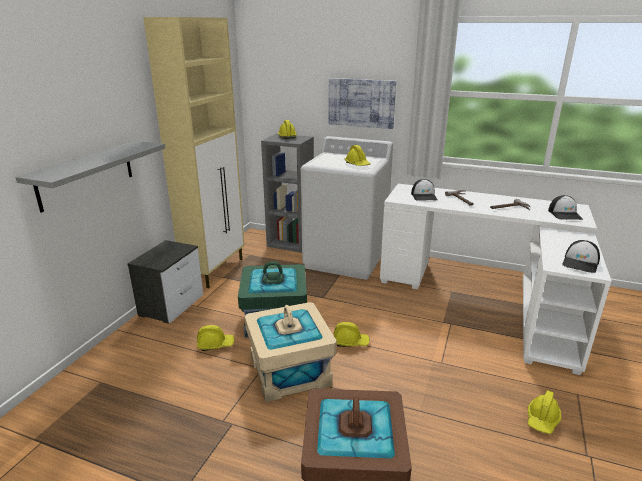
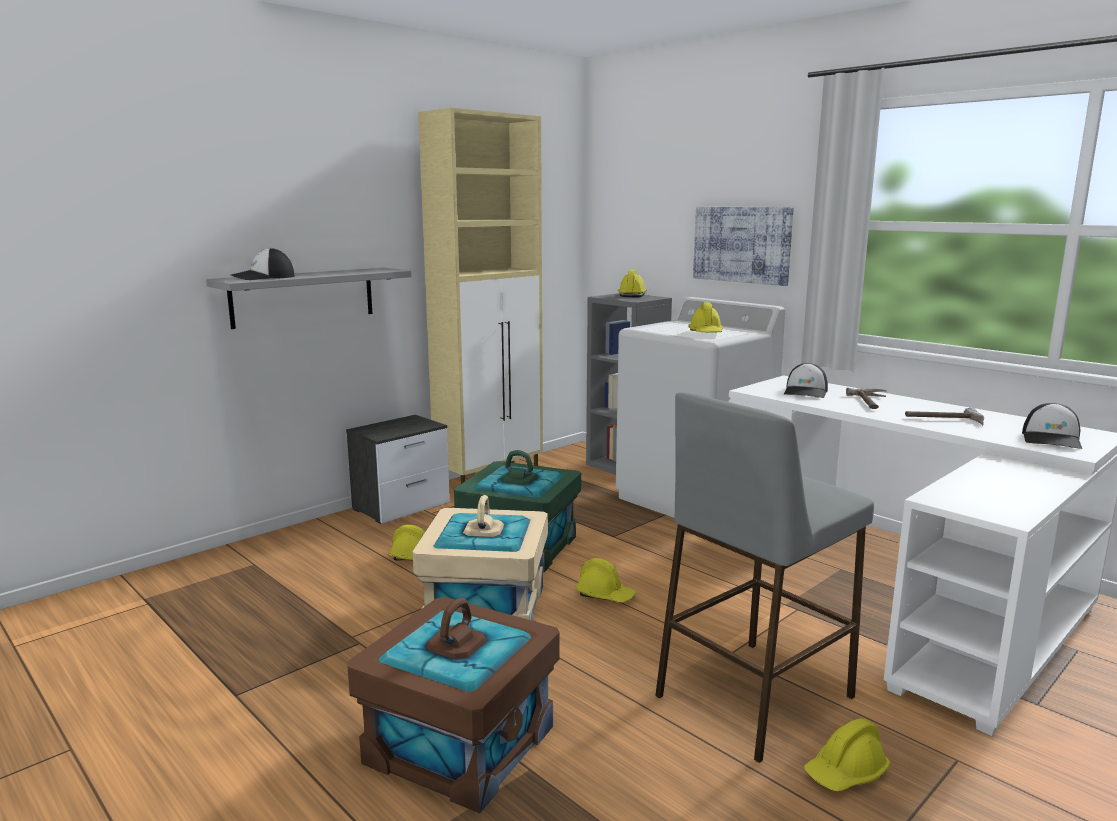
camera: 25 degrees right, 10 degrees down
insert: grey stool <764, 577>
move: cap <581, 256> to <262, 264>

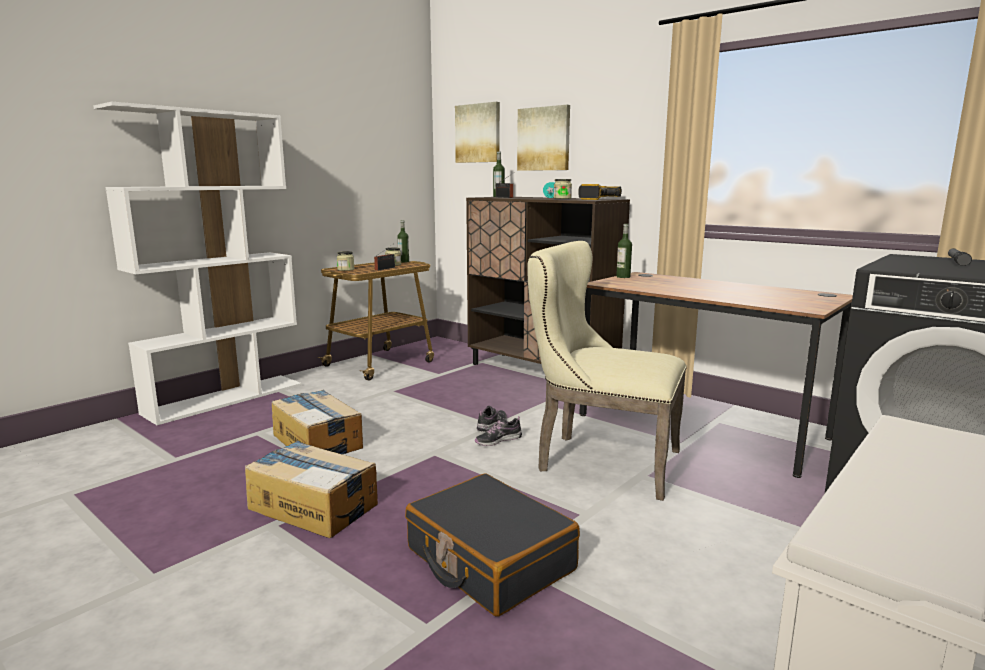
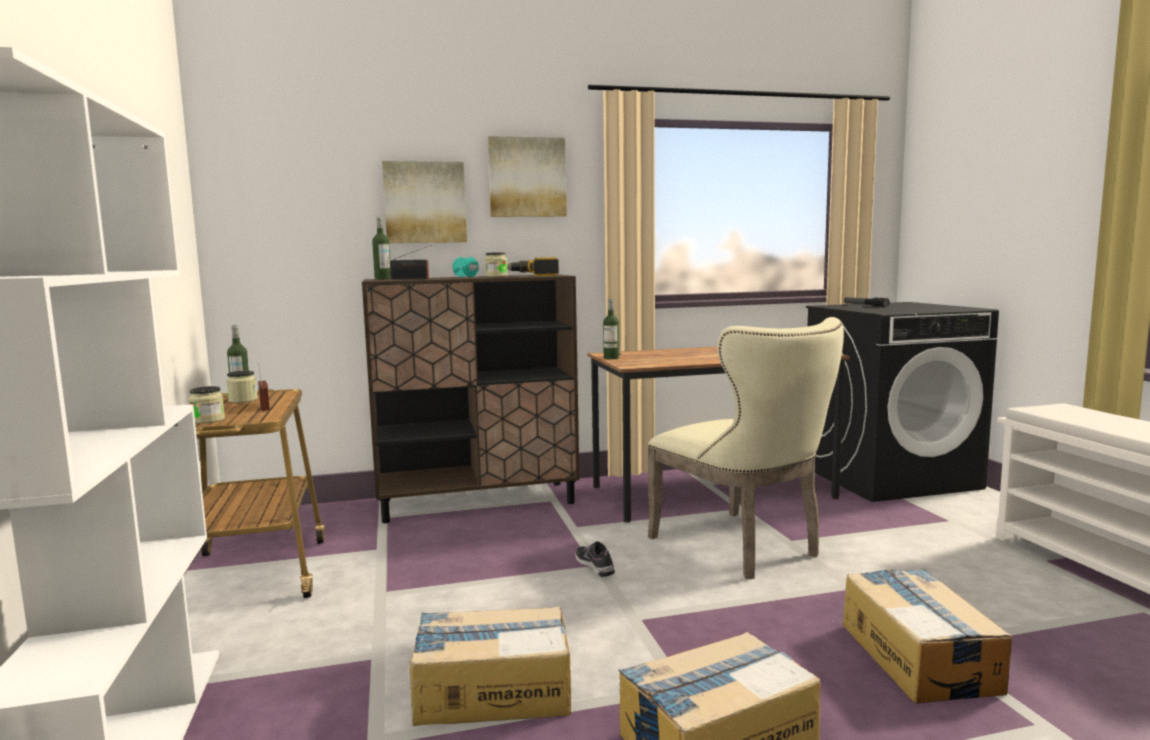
camera: 55 degrees left, 5 degrees down
delete: shoe <498, 431>
move: picture <477, 132> to <527, 176>
replace: black suitcase <492, 545> to cardboard box <927, 636>
rotate: beige chair <607, 371> = <746, 448> 90 degrees counterclockwise

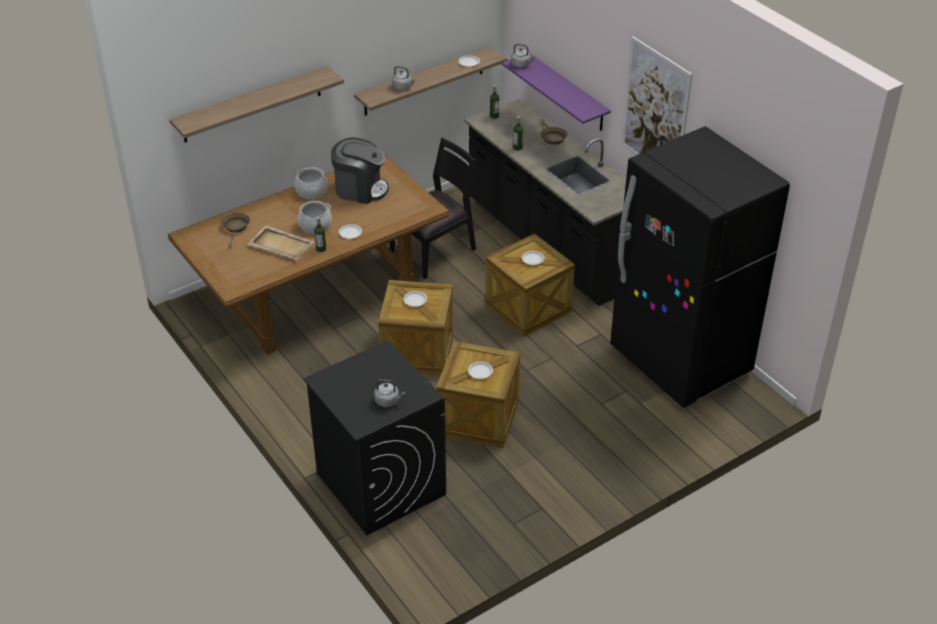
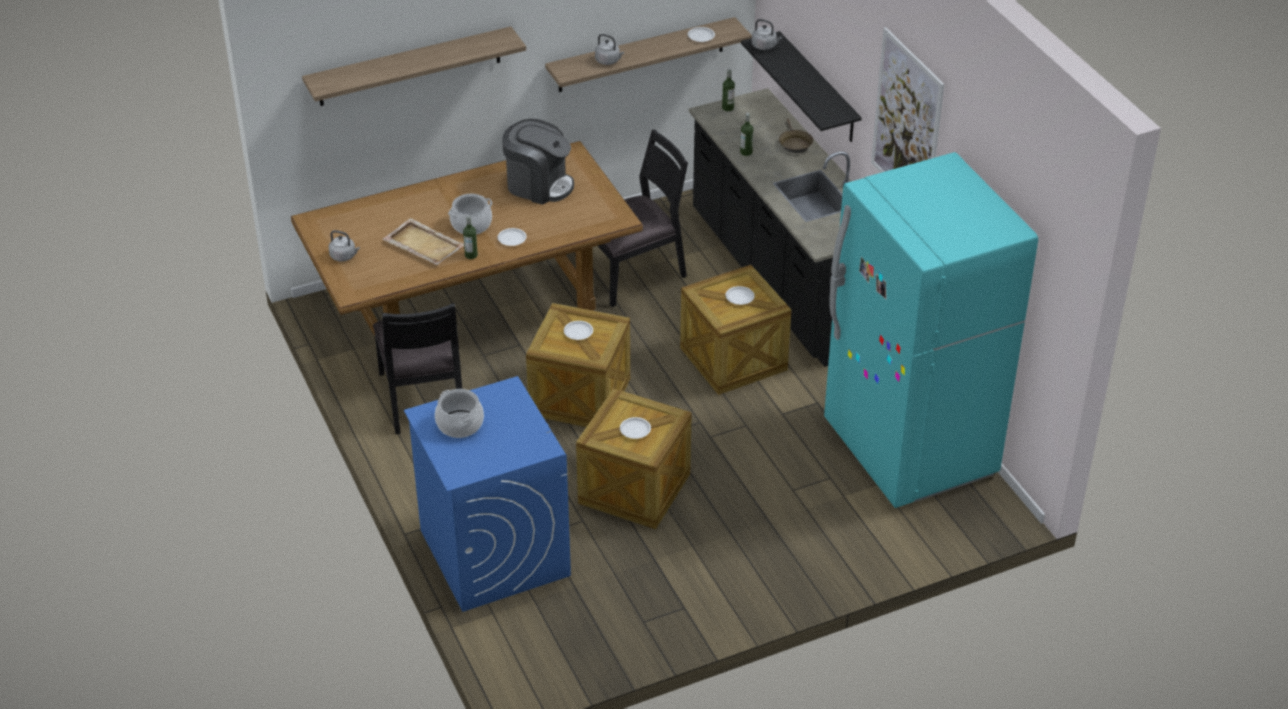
camera: 10 degrees right, 0 degrees up
delete: brown frying pan <235, 230>
insert: black chair <417, 368>
move: grey kettle <389, 393> to <344, 246>; cooking pot <311, 183> to <459, 413>
recolor: black washing machine <374, 437> to blue washing machine <487, 494>; purple shelf <556, 92> to black shelf <801, 86>; black fridge <700, 267> to turquoise fridge <931, 330>

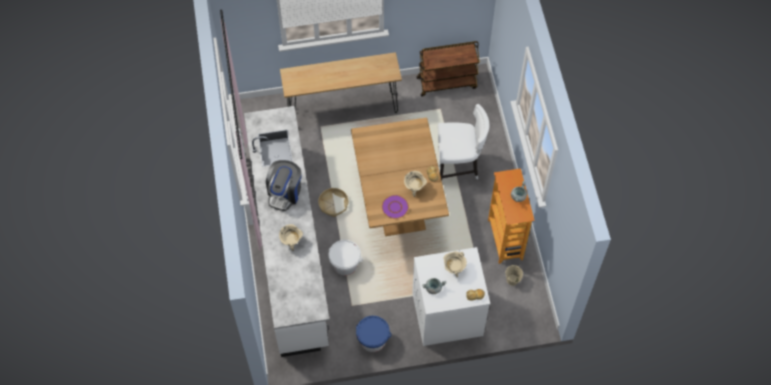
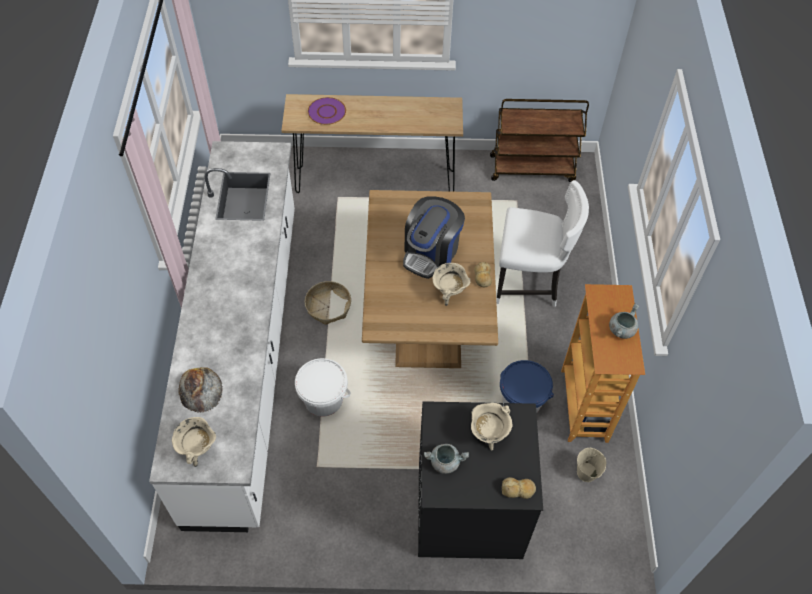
camera: 10 degrees right, 5 degrees down
insert: bread <200, 390>
move: beige cooking pot <291, 237> to <194, 442>; purple plate <395, 207> to <327, 111>; coffee machine <284, 185> to <434, 237>; blue bucket <374, 334> to <527, 386>
recolor: white washing machine <451, 296> to black washing machine <480, 480>

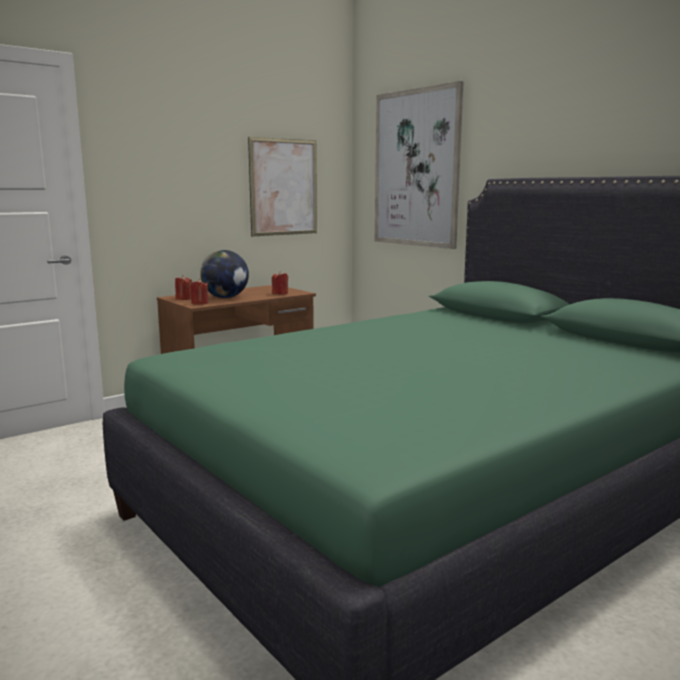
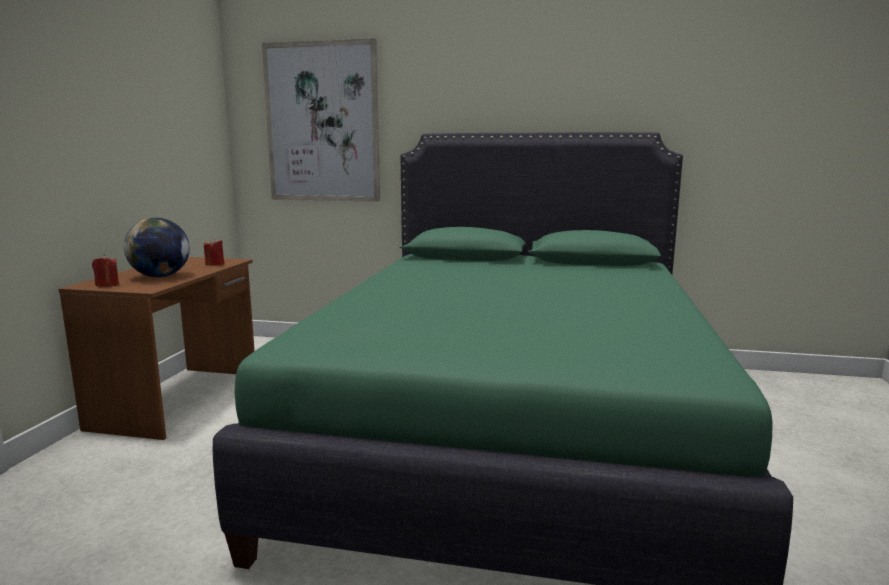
camera: 40 degrees left, 0 degrees up
delete: red candle <199, 292>; picture <282, 186>

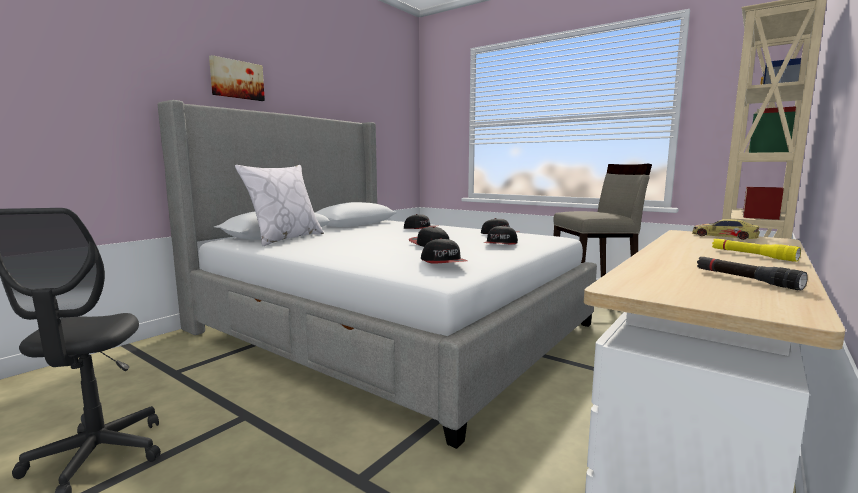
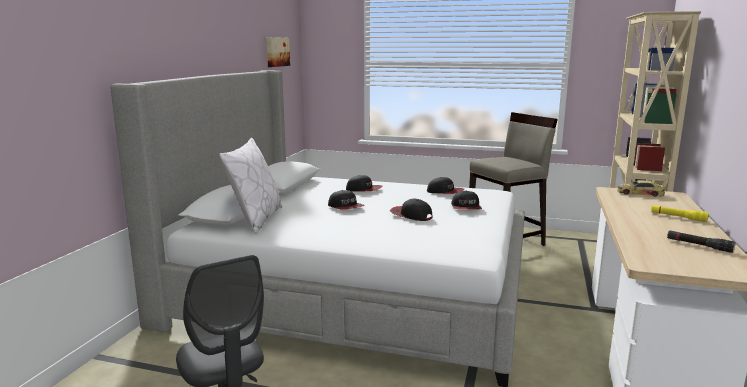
camera: 20 degrees left, 5 degrees up
move: picture <237, 78> to <278, 52>; cap <444, 251> to <346, 200>

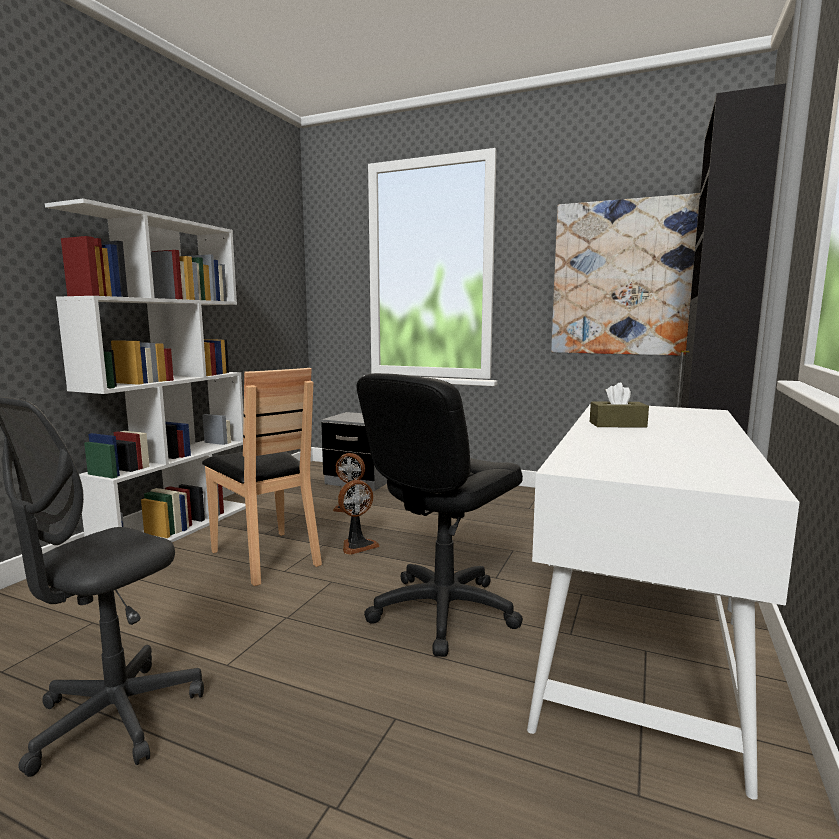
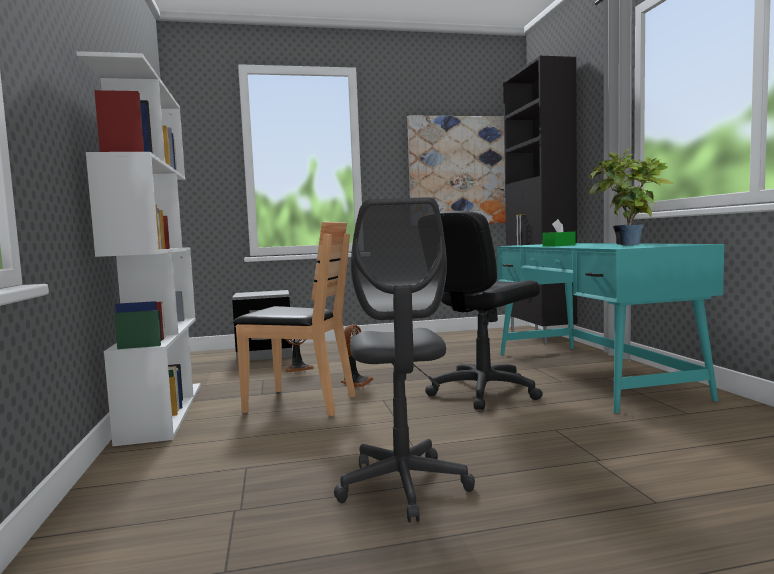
camera: 35 degrees left, 5 degrees down
insert: potted plant <631, 196>
recolor: white desk <663, 602> to turquoise desk <610, 328>; brown tissue box <619, 405> to green tissue box <559, 233>
rotate: black office chair <440, 515> = <484, 310> 45 degrees clockwise

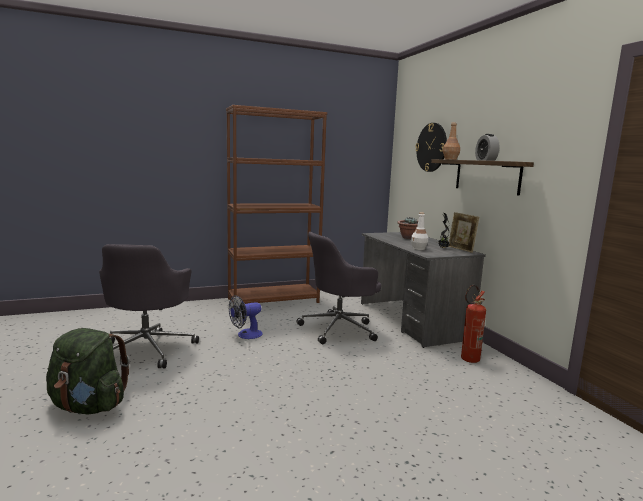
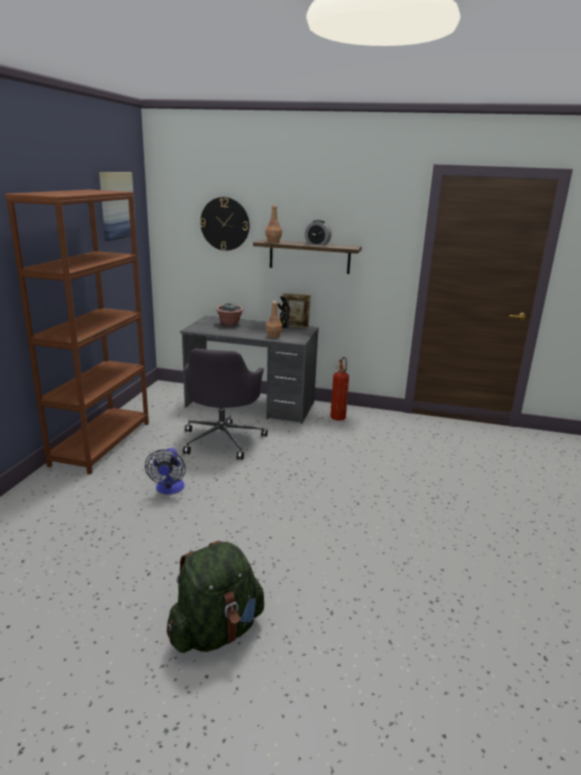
camera: 55 degrees left, 10 degrees up
delete: grey office chair <149, 306>
insert: picture <117, 206>
recolor: white bottle <419, 231> to brown bottle <274, 319>

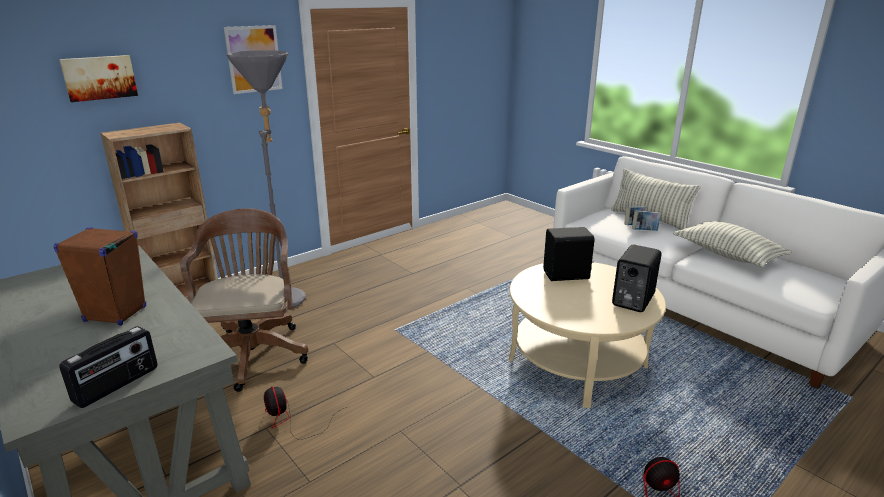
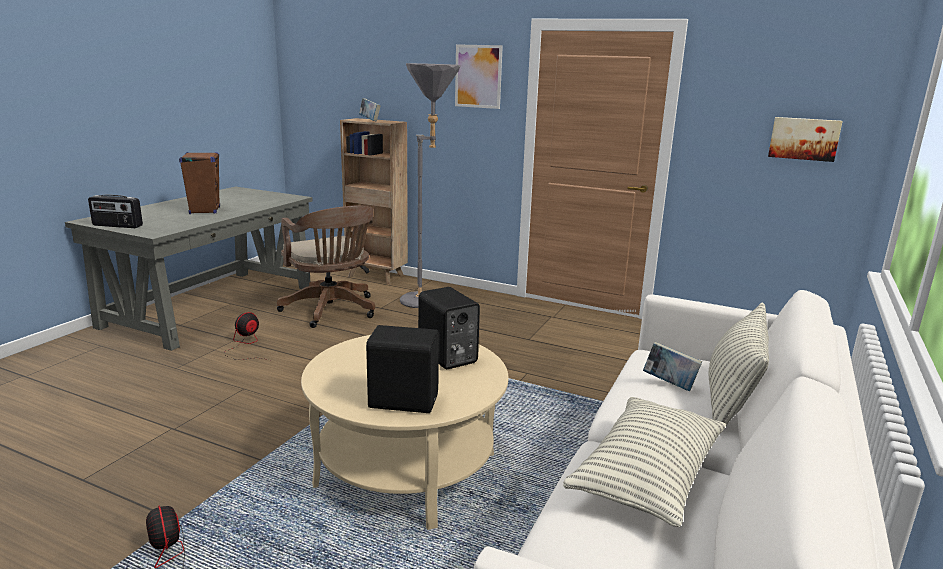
camera: 65 degrees right, 5 degrees down
move: book <646, 221> to <370, 109>; picture <98, 78> to <805, 139>
rotate: brown office chair <244, 300> = <326, 266> 90 degrees clockwise

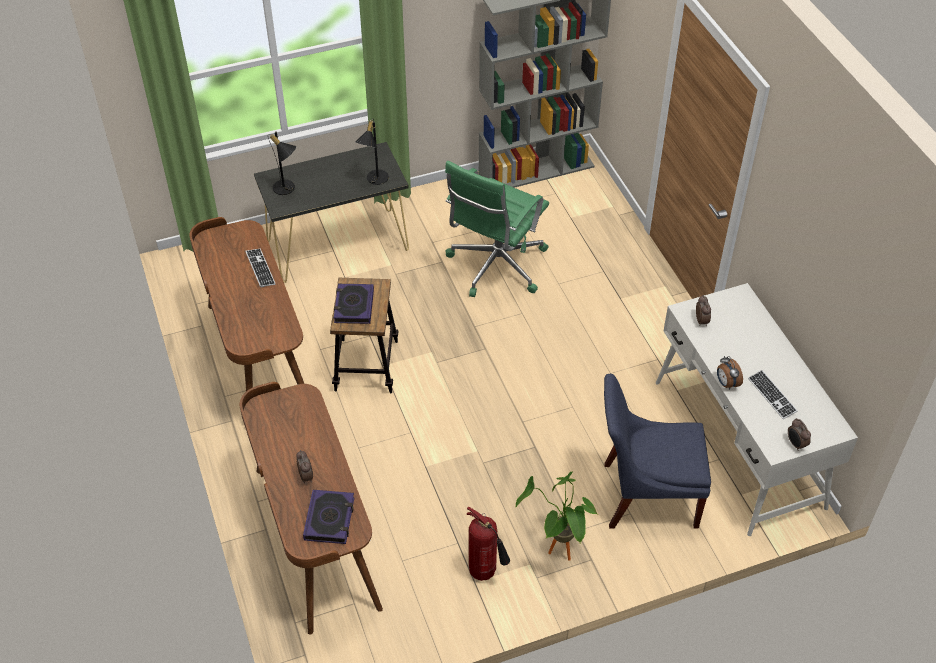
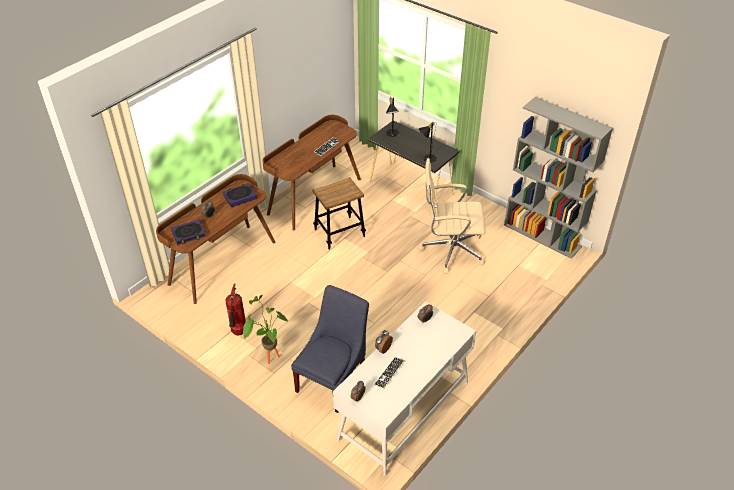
camera: 60 degrees right, 5 degrees down
move: book <354, 304> to <240, 195>
recolor: green office chair <497, 229> to beige office chair <451, 216>
rotate: blue chair <657, 451> = <330, 349> 60 degrees clockwise

